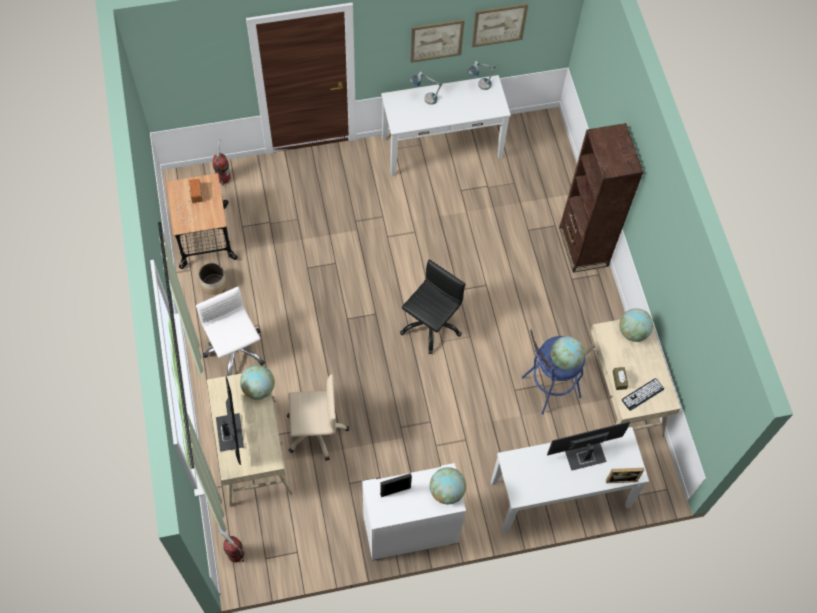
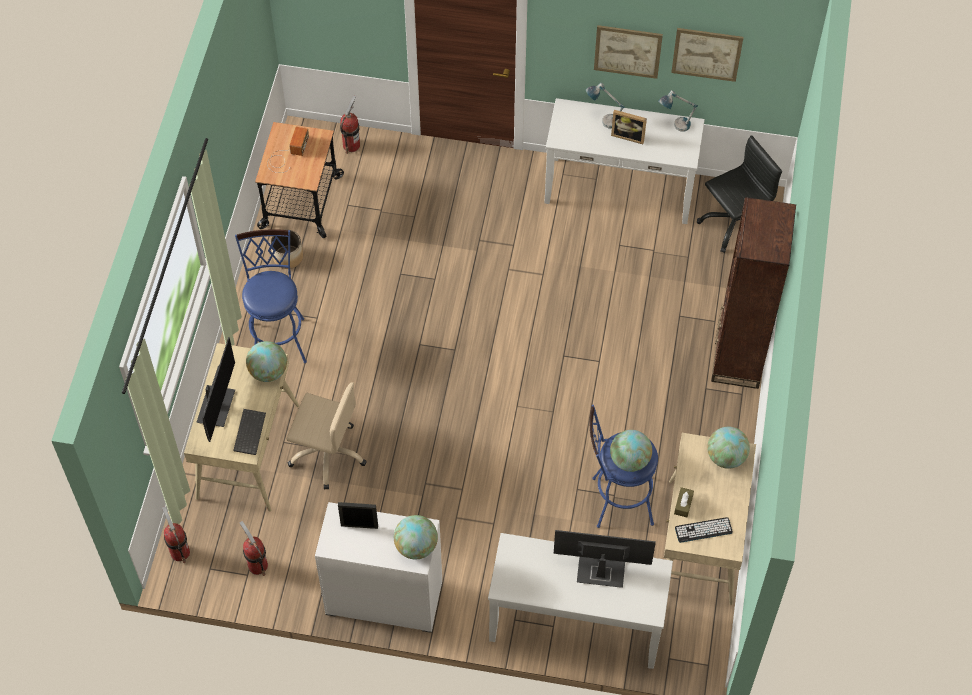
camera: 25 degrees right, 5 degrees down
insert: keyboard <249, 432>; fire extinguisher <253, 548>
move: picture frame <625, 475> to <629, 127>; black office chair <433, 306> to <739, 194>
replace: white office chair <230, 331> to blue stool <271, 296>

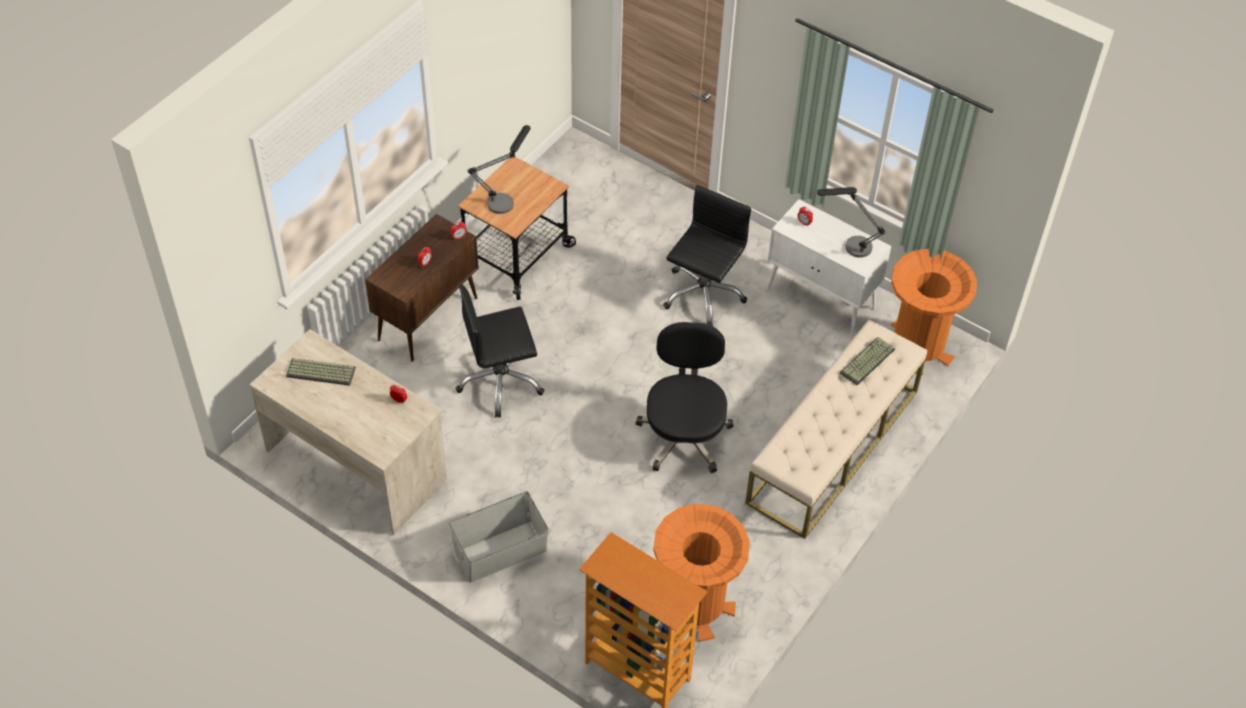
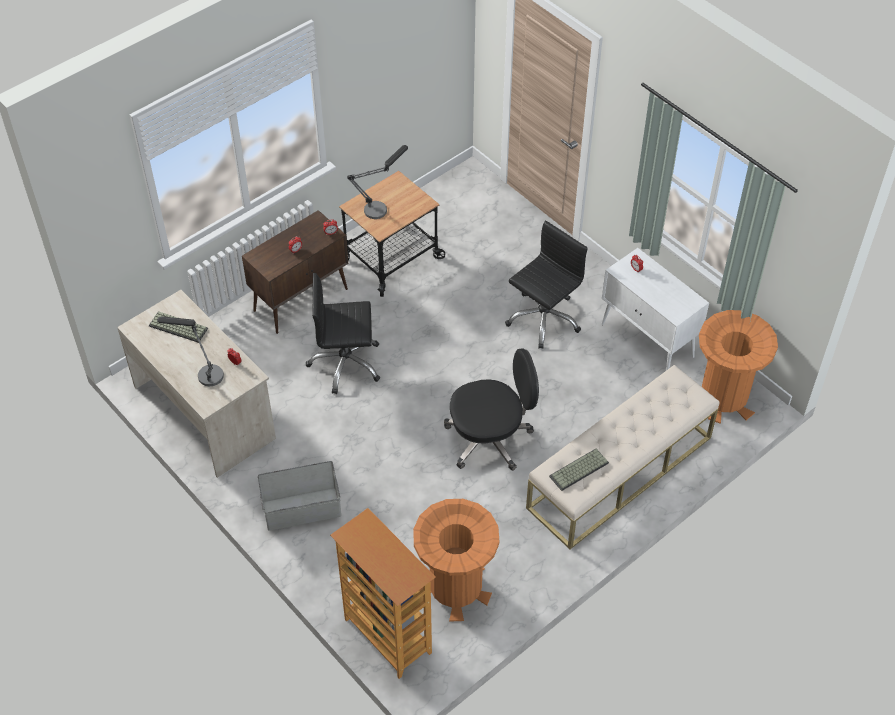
camera: 15 degrees right, 0 degrees up
move: table lamp <851, 222> to <190, 351>; keyboard <867, 361> to <579, 470>
rotate: black office chair <684, 397> = <491, 409> 60 degrees clockwise

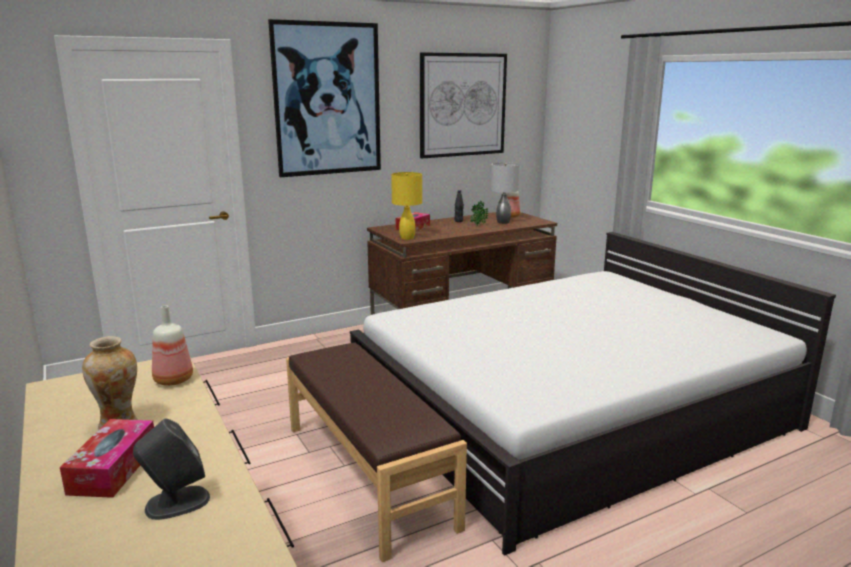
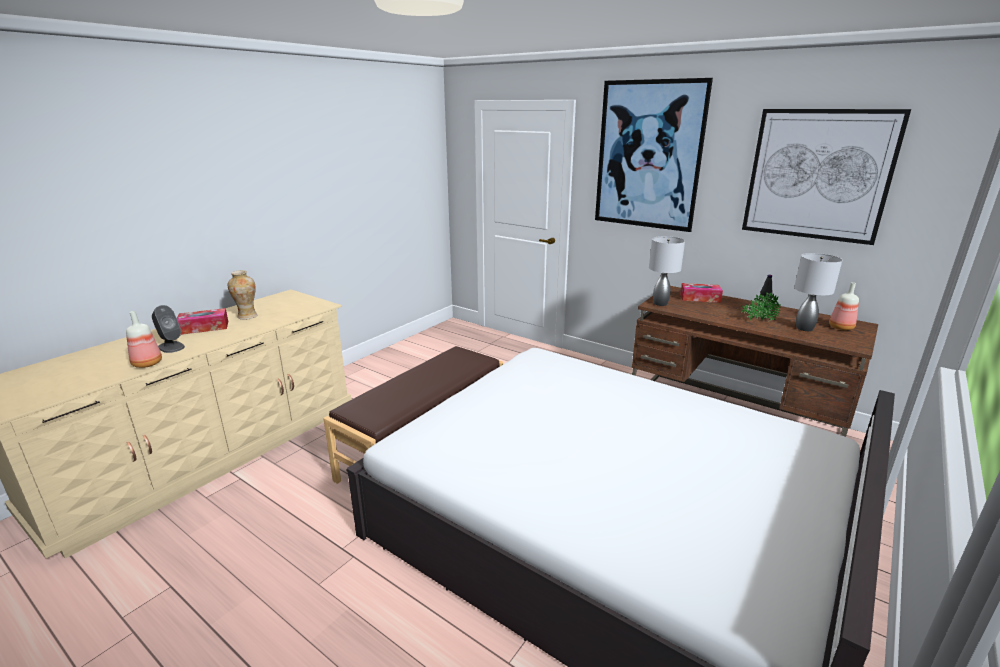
camera: 65 degrees right, 5 degrees up
move: bottle <172, 346> to <144, 339>
recolor: yellow table lamp <406, 206> to grey table lamp <667, 271>

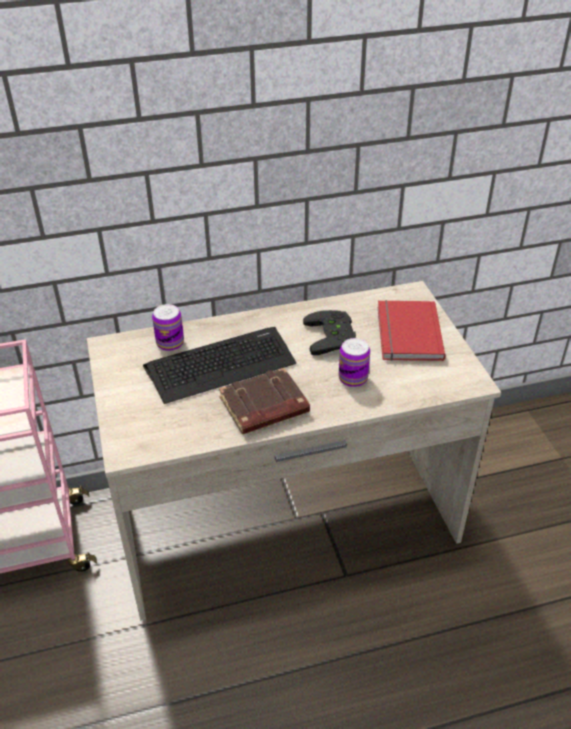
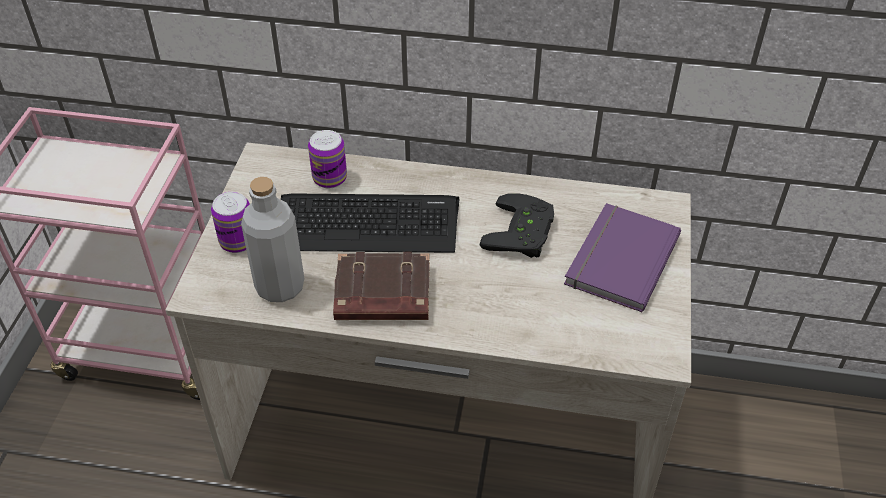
camera: 25 degrees right, 5 degrees up
insert: grey bottle <272, 239>
move: can <354, 362> to <230, 222>
recolor: red book <411, 330> to purple book <622, 257>

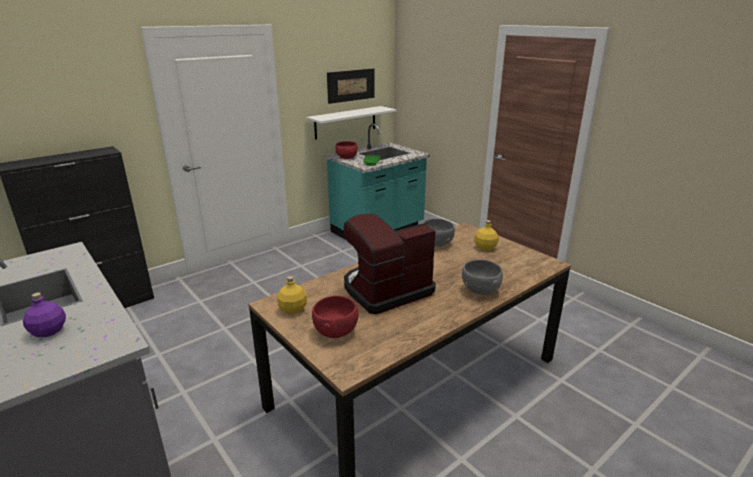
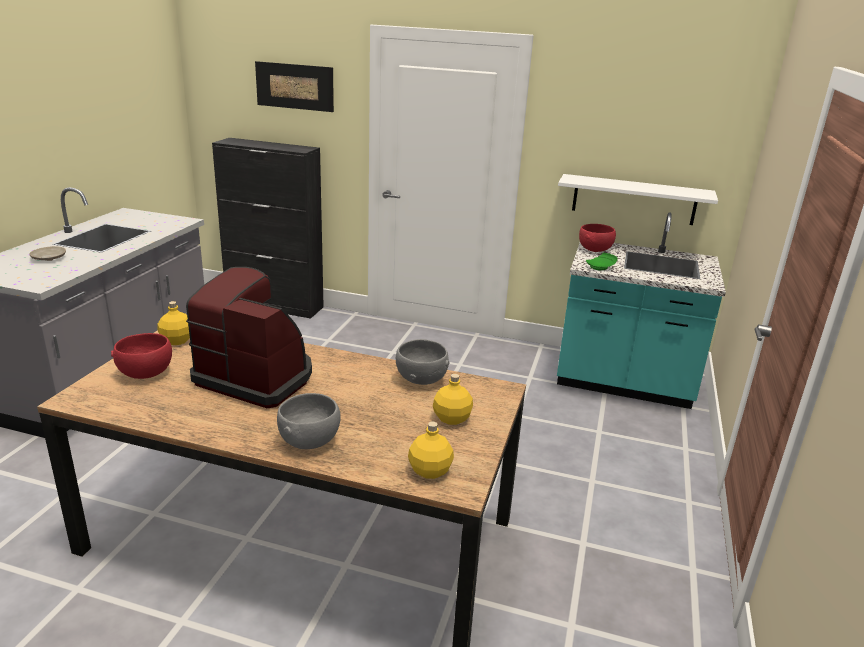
camera: 55 degrees right, 0 degrees up
insert: yellow bottle <431, 450>
move: picture <351, 86> to <294, 86>
replace: purple bottle <44, 315> to beige plate <47, 253>

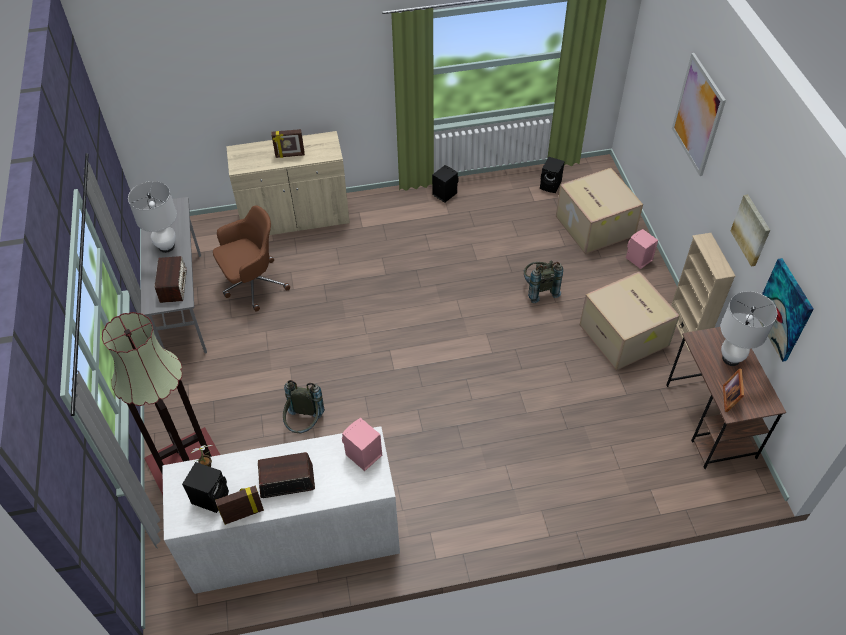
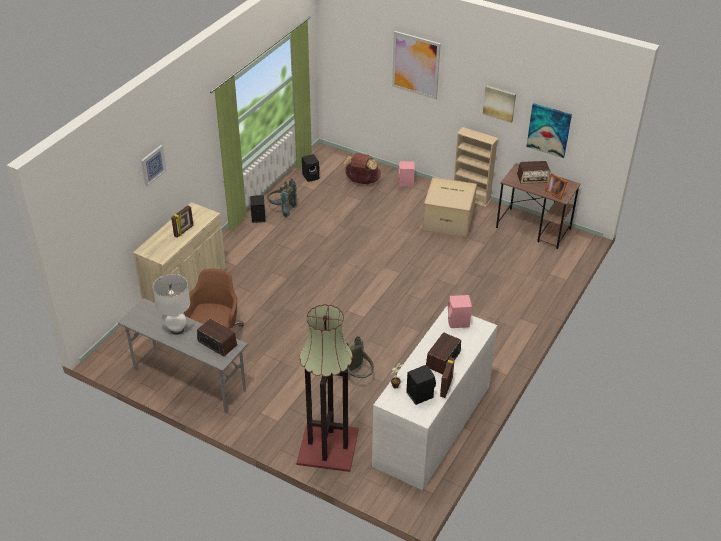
camera: 50 degrees left, 10 degrees down
insert: picture <154, 166>
move: grey backpack <543, 282> to <282, 197>
replace: cardboard box <599, 211> to brown backpack <362, 168>; white table lamp <749, 328> to radio <533, 172>

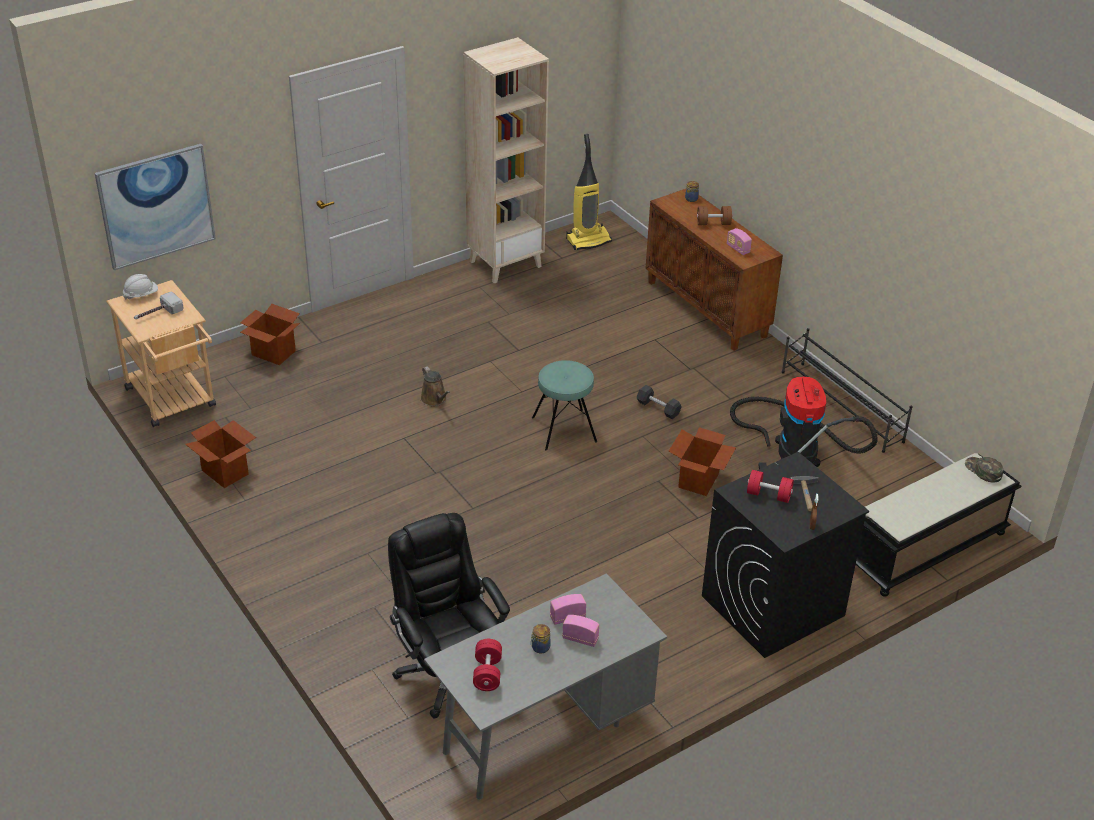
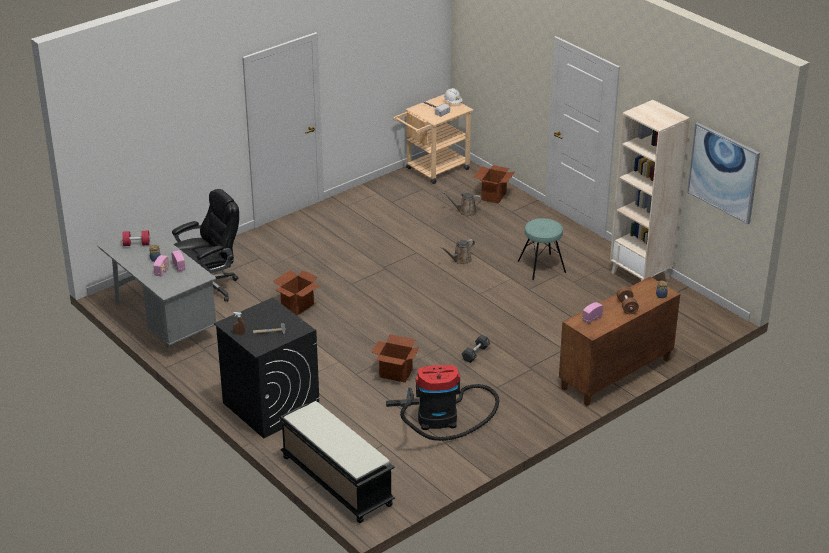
camera: 85 degrees right, 5 degrees down
delete: vacuum cleaner <589, 192>; red dumbbell <770, 486>; black shoe rack <847, 390>; green cap <984, 469>
insert: brown watering can <462, 204>
move: cardboard box <220, 454> to <296, 293>; turquoise stool <564, 405> to <542, 249>; picture <155, 207> to <723, 173>

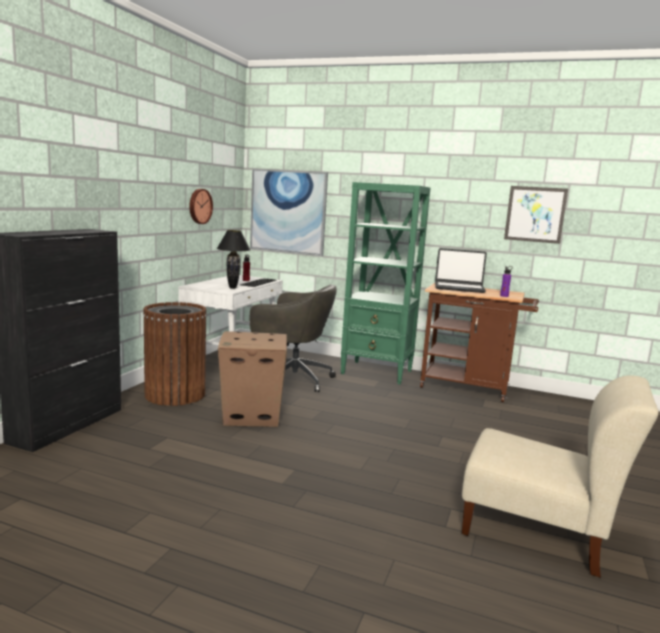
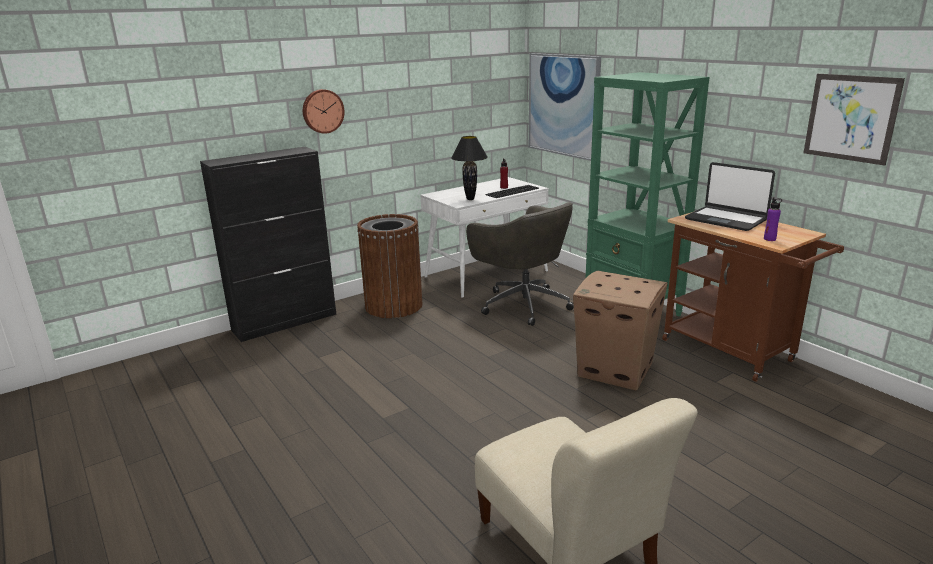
camera: 35 degrees right, 10 degrees up
move: wall clock <201, 206> to <324, 111>; cardboard box <252, 379> to <620, 330>

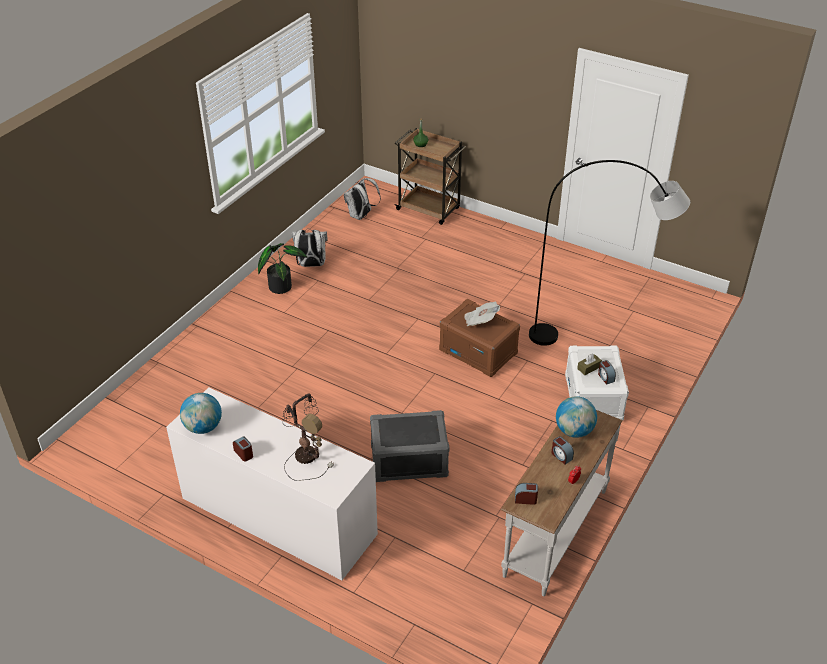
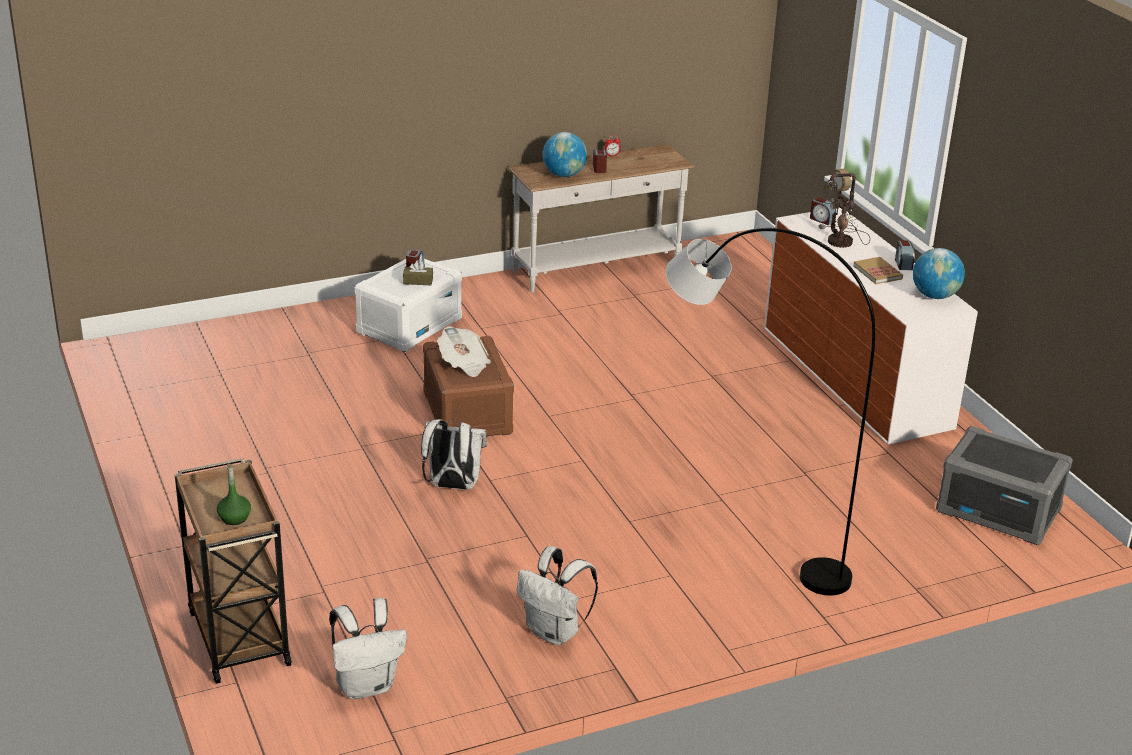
camera: 145 degrees left, 10 degrees down
delete: potted plant <283, 268>
insert: white backpack <454, 454>; book <878, 270>
move: grey floor lamp <609, 253> to <770, 412>; alarm clock <526, 494> to <823, 211>; grey storage box <409, 446> to <1004, 485>

